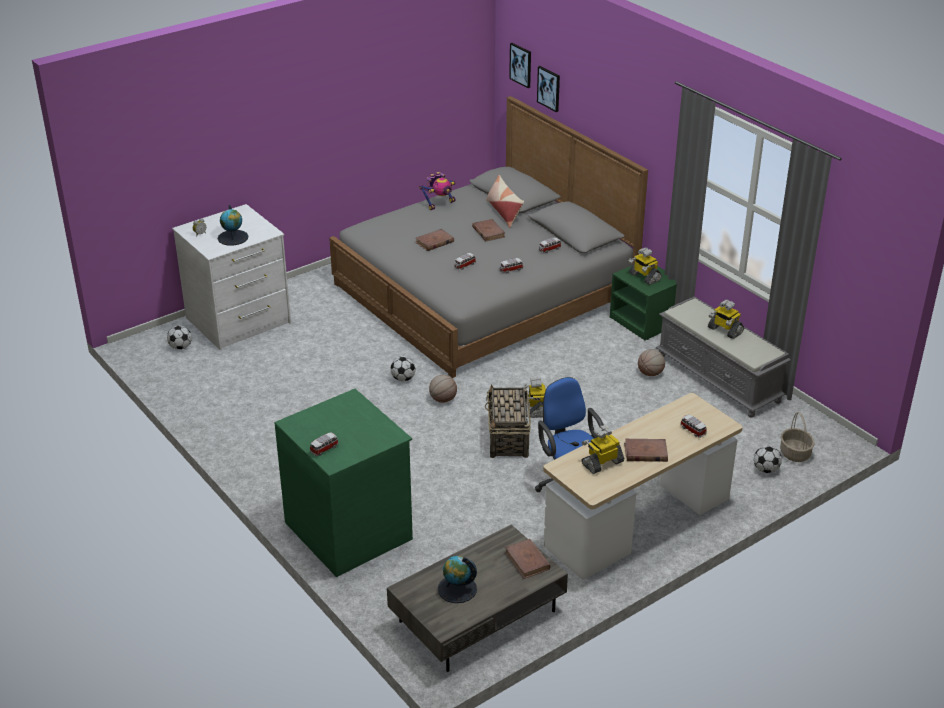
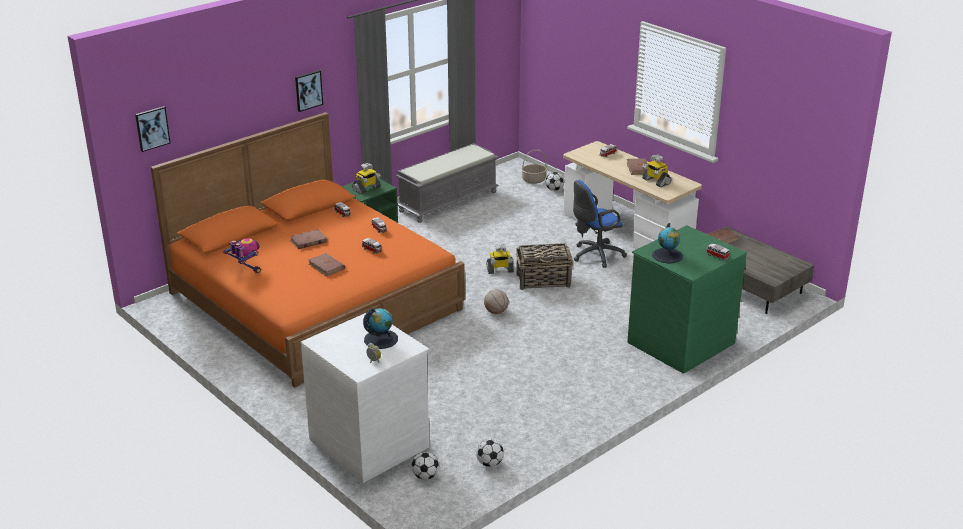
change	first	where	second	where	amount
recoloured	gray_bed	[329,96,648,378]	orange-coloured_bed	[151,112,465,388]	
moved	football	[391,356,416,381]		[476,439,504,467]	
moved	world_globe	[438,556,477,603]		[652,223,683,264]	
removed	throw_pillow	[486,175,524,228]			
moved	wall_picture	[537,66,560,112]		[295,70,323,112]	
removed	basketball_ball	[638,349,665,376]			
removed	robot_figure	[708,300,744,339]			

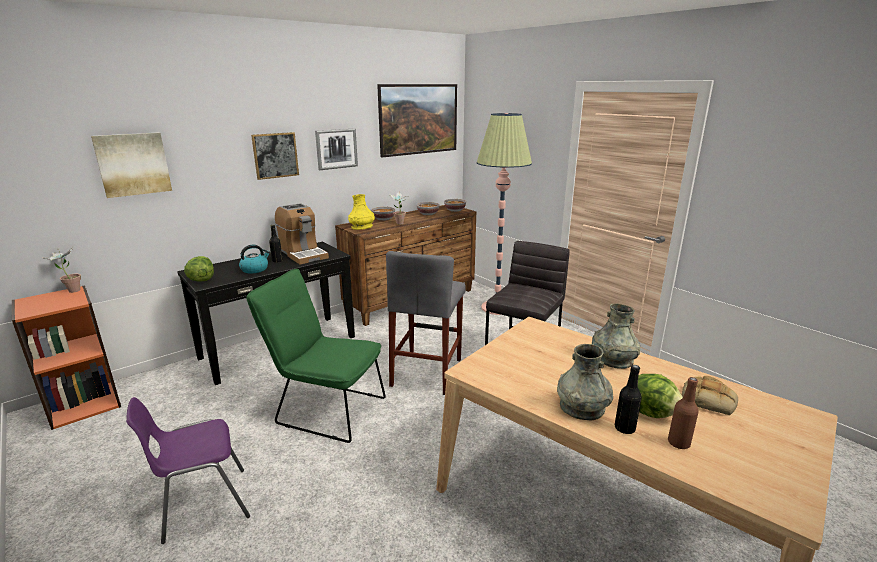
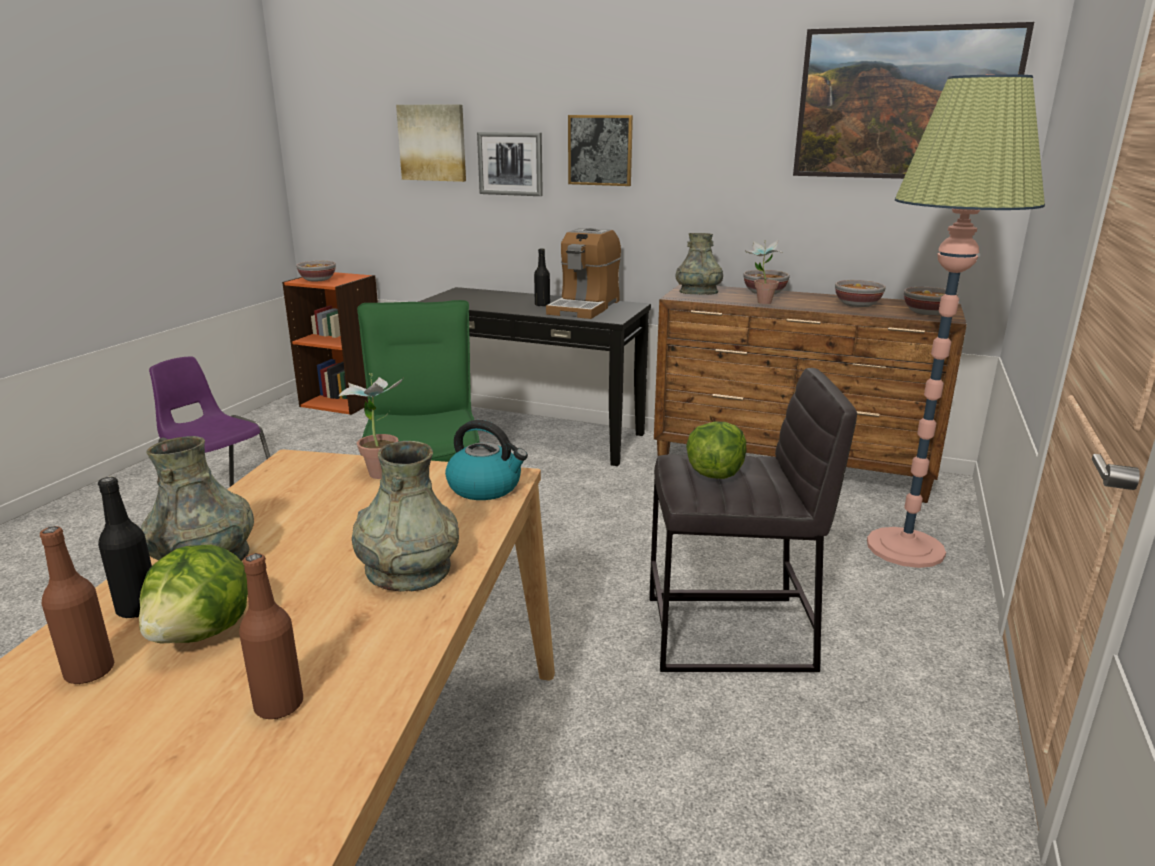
change	first	where	second	where	amount
moved	plant_in_a_pot	[41,247,81,293]		[338,373,403,479]	
moved	lettuce	[184,256,214,282]		[686,421,746,479]	
moved	kettle	[239,245,270,274]		[445,420,528,500]	
moved	wall_picture	[315,129,358,170]		[477,132,543,196]	
recoloured	yellowish_decorative_vase	[348,194,375,230]	gray_decorative_vase	[675,233,723,295]	
removed	gray_stool_seat	[386,251,466,395]			
replaced	bakery_bread	[682,376,738,415]	brown-coloured_beverage_bottle	[239,553,303,719]	
added			deep_dish	[296,261,336,281]	

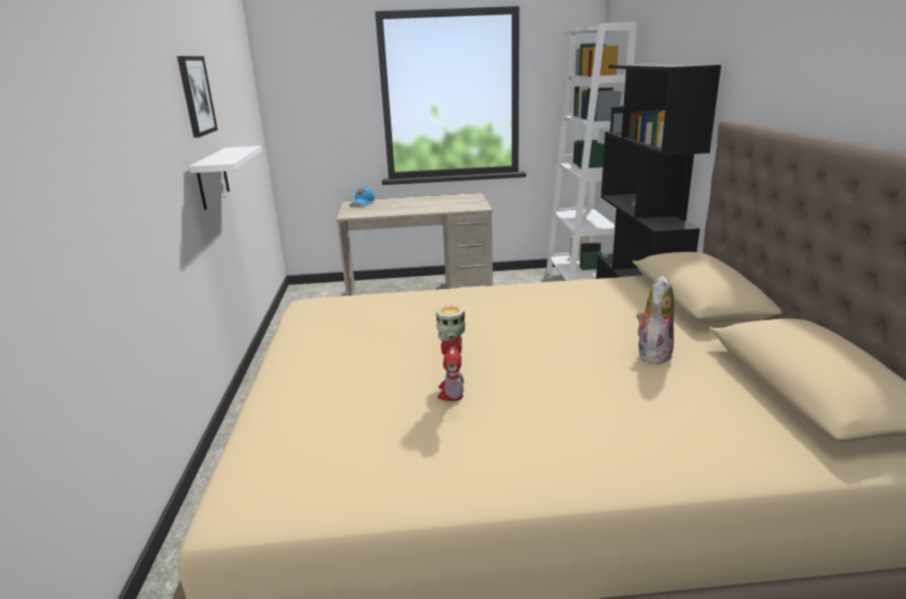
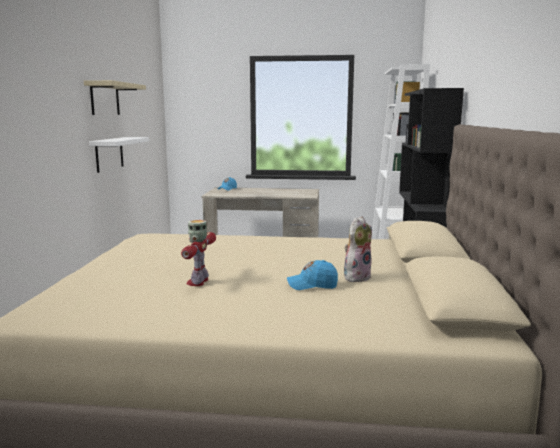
change	first	where	second	where	amount
replaced	wall_picture	[177,56,218,138]	beige_bracket_shelf	[84,80,146,115]	
added			blue-coloured_peaked_cap	[287,260,338,290]	

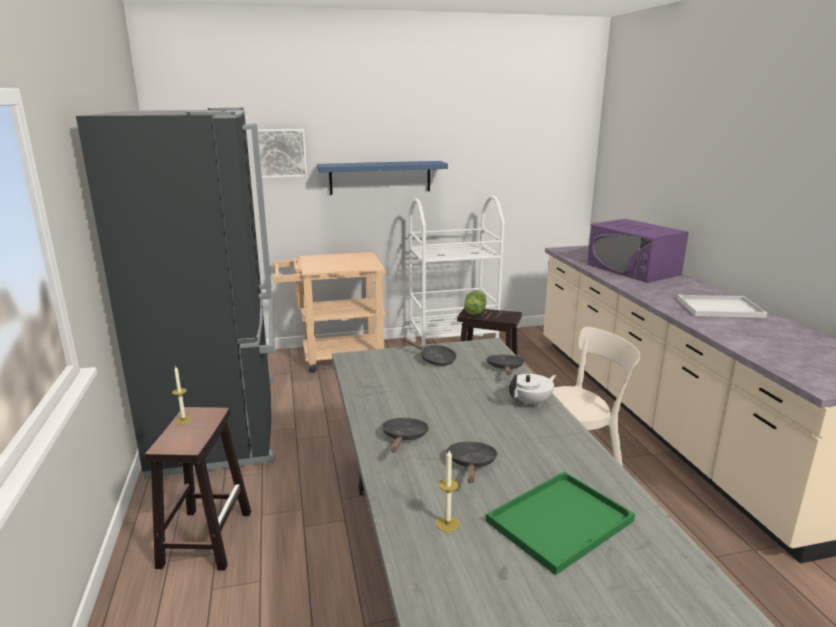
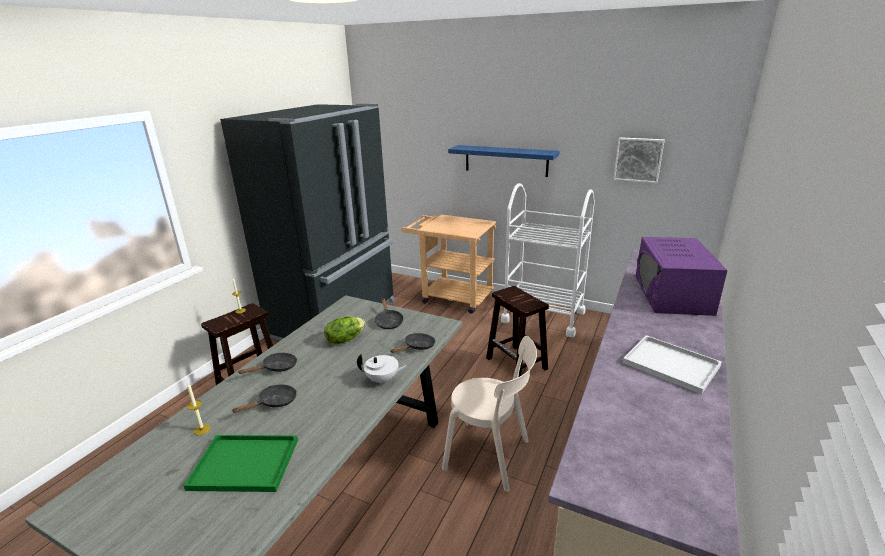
change	first	where	second	where	amount
moved	wall_picture	[258,129,307,178]		[613,137,665,183]	
moved	lettuce	[464,291,486,315]		[324,316,365,344]	

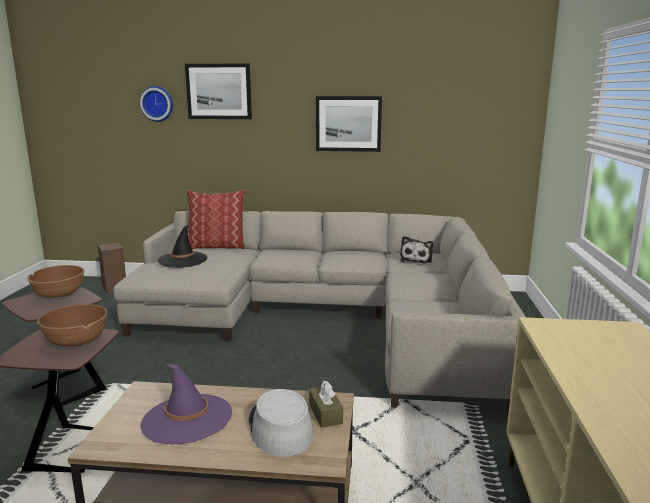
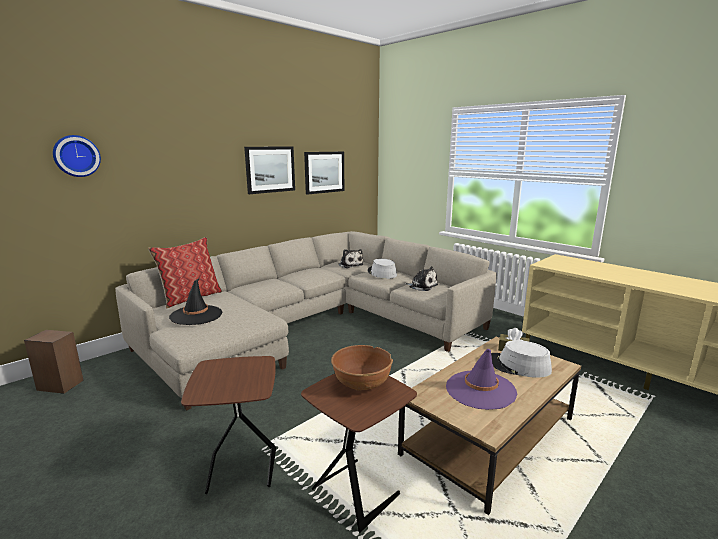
change	first	where	second	where	amount
removed	brown-coloured_deep_dish	[27,265,84,298]			
moved	wall_picture	[185,64,252,119]		[304,152,344,195]	
added			gray_hat	[368,259,397,279]	
added			plush_toy	[404,267,438,291]	

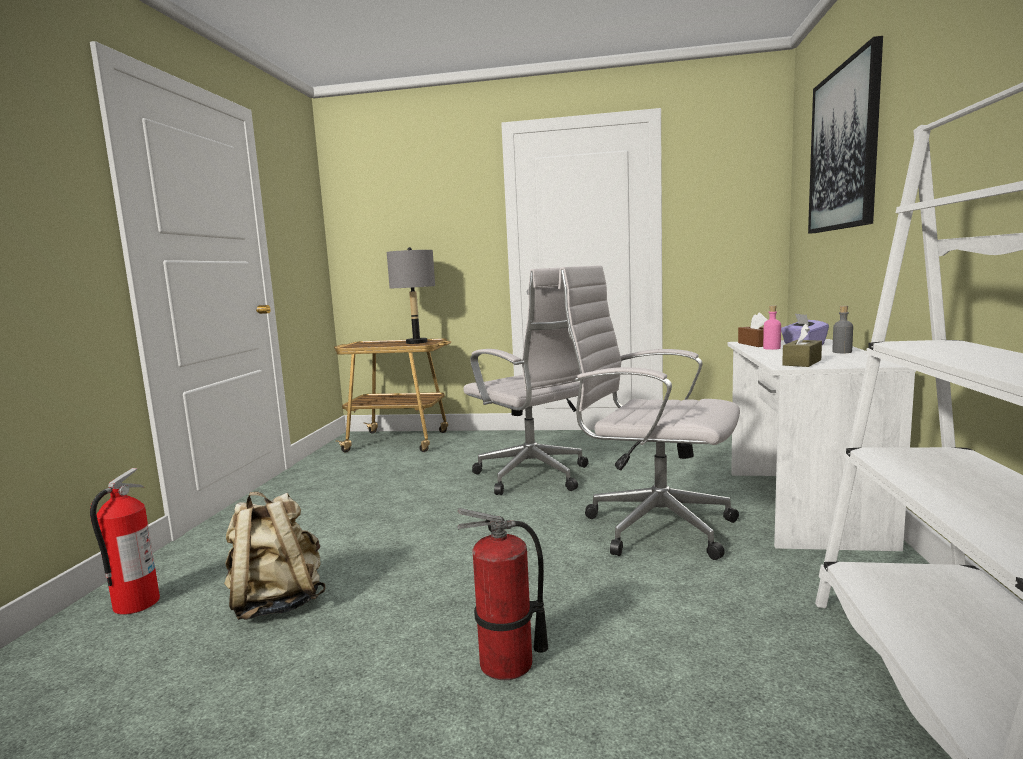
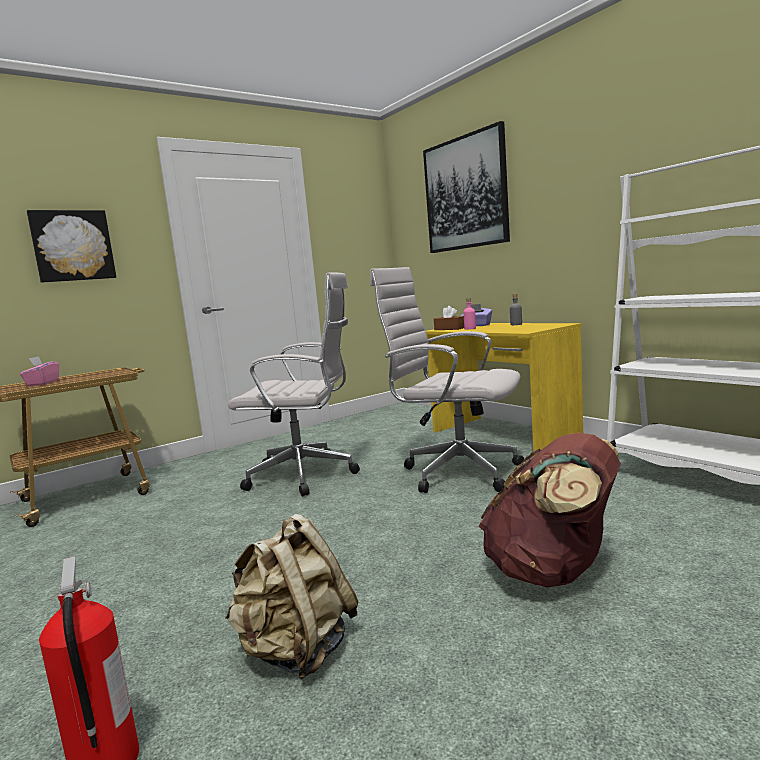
change	first	where	second	where	amount
removed	gray_tabletop_lamp	[387,247,435,344]			
replaced	fire_extinguisher	[457,508,548,680]	brown-coloured_backpack	[479,433,621,587]	
turned	whitish_office_chair	[558,266,740,560]		[370,267,524,493]	45 degrees clockwise
recoloured	whitish_desk	[727,339,916,551]	yellowish_desk	[426,323,583,456]	
removed	brown-coloured_box_of_tissues	[782,323,822,367]			
added			pink-coloured_box_of_tissues	[20,356,59,386]	
added			wall_picture	[27,210,116,283]	

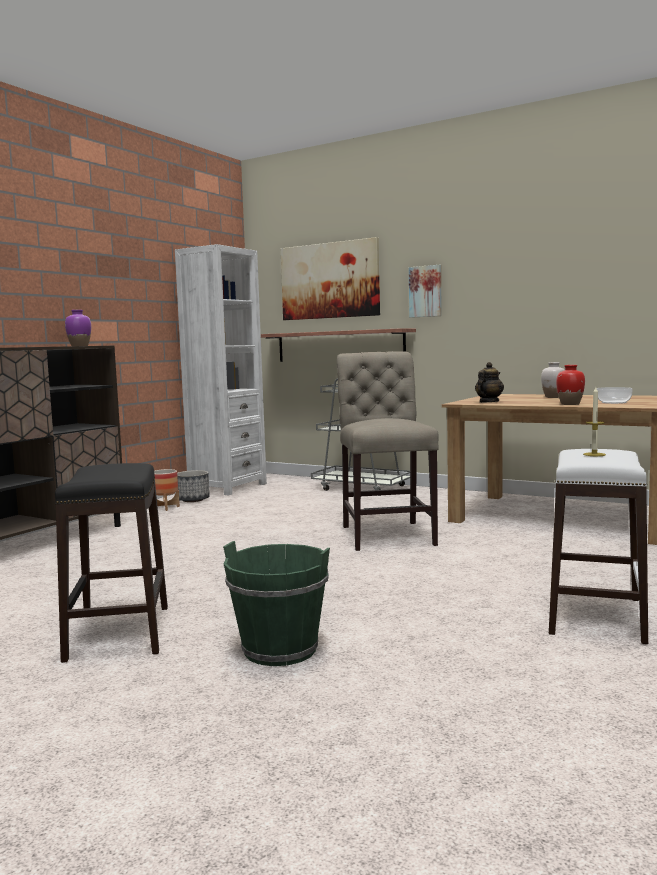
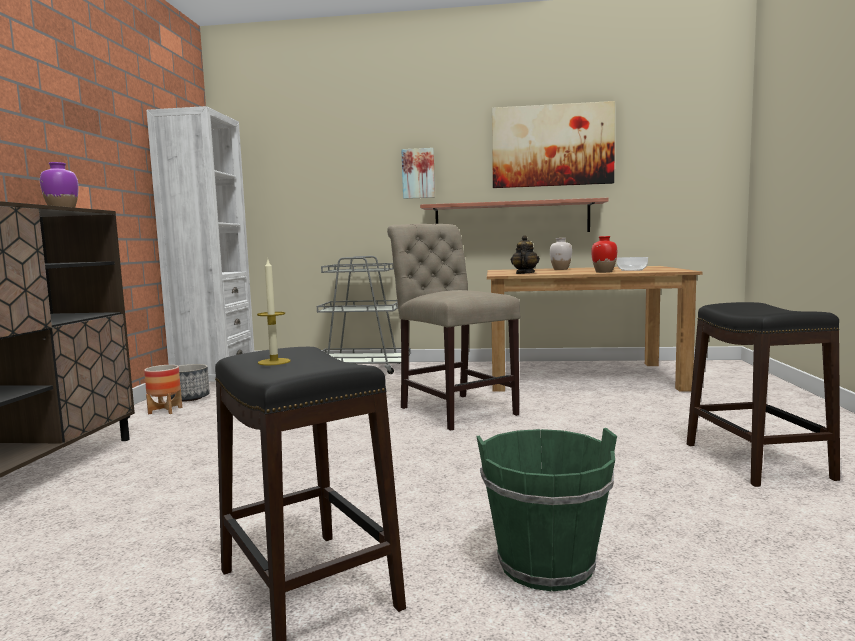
change	first	where	second	where	amount
moved	bracket_shelf	[261,328,416,362]		[420,198,609,232]	
moved	wall_picture	[281,237,380,320]		[492,101,615,188]	
recoloured	whitish_stool_seat	[549,449,648,644]	black_stool_seat	[687,302,840,487]	
moved	wax_candle	[583,387,606,456]		[257,260,291,365]	

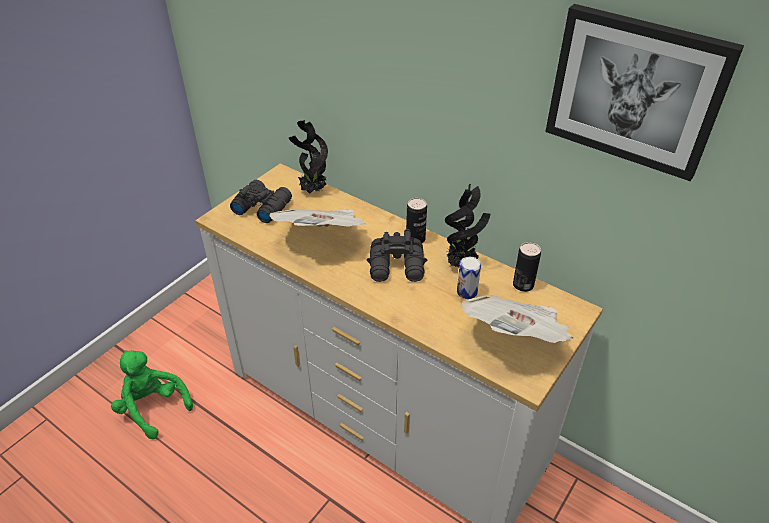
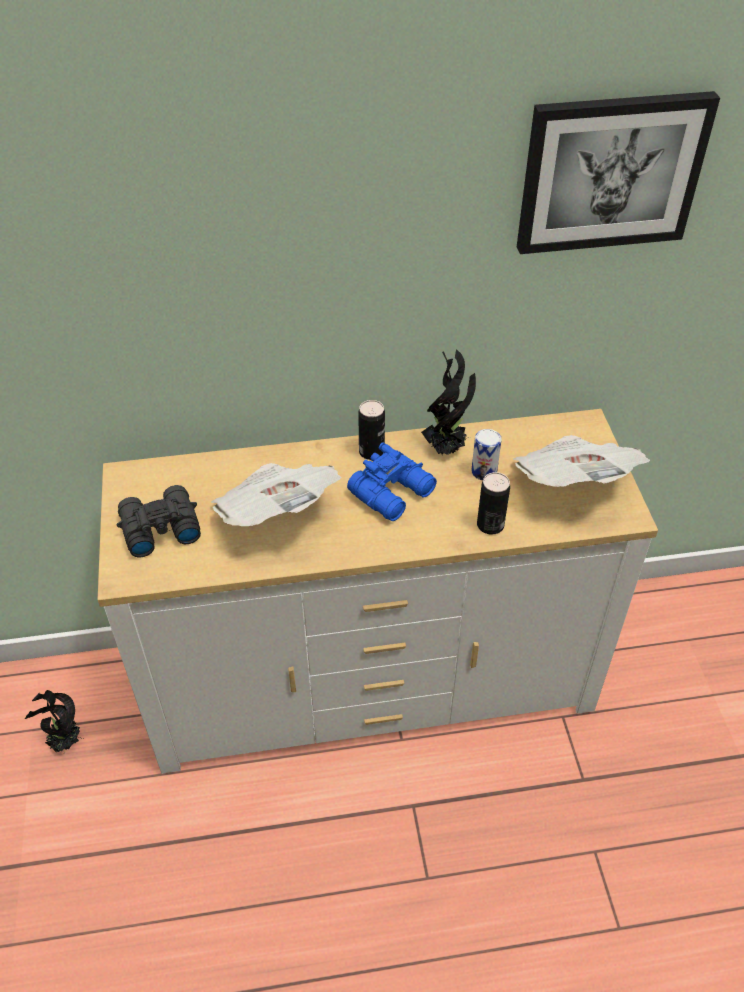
change	first	where	second	where	amount
removed	green_plush_toy	[111,350,193,439]			
moved	plant_in_a_pot	[289,120,328,194]		[25,690,83,752]	
recoloured	black_pair_of_binoculars	[367,229,427,282]	blue-coloured_pair_of_binoculars	[347,442,437,521]	
moved	sealed_can	[513,242,541,292]		[477,472,510,535]	

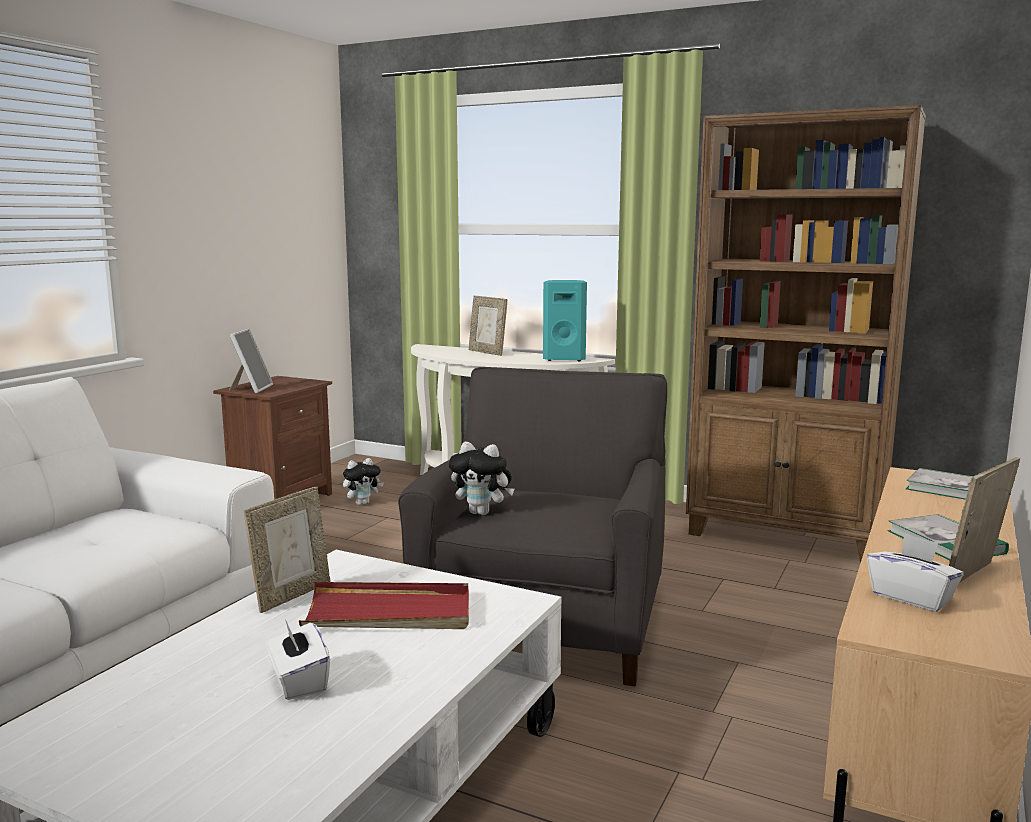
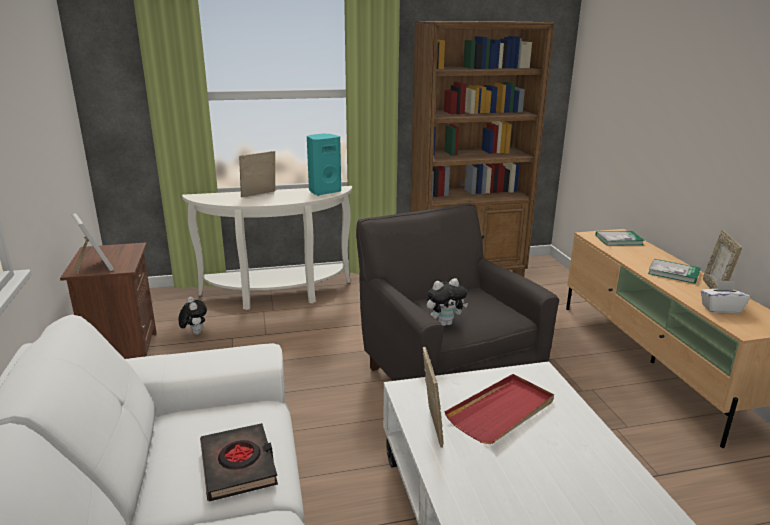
change	first	where	second	where	amount
removed	whitish_box_of_tissues	[267,619,330,700]			
turned	plush_toy	[343,458,384,505]		[179,297,207,335]	45 degrees counterclockwise
turned	standing_frame	[469,296,507,356]		[239,151,275,197]	135 degrees clockwise
added			black_volume	[200,423,278,501]	

